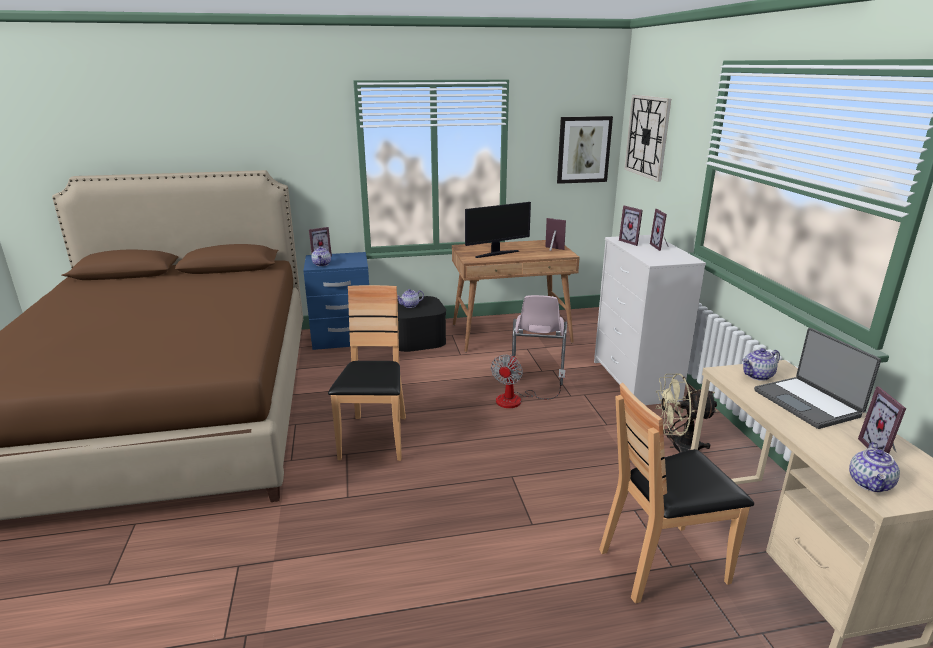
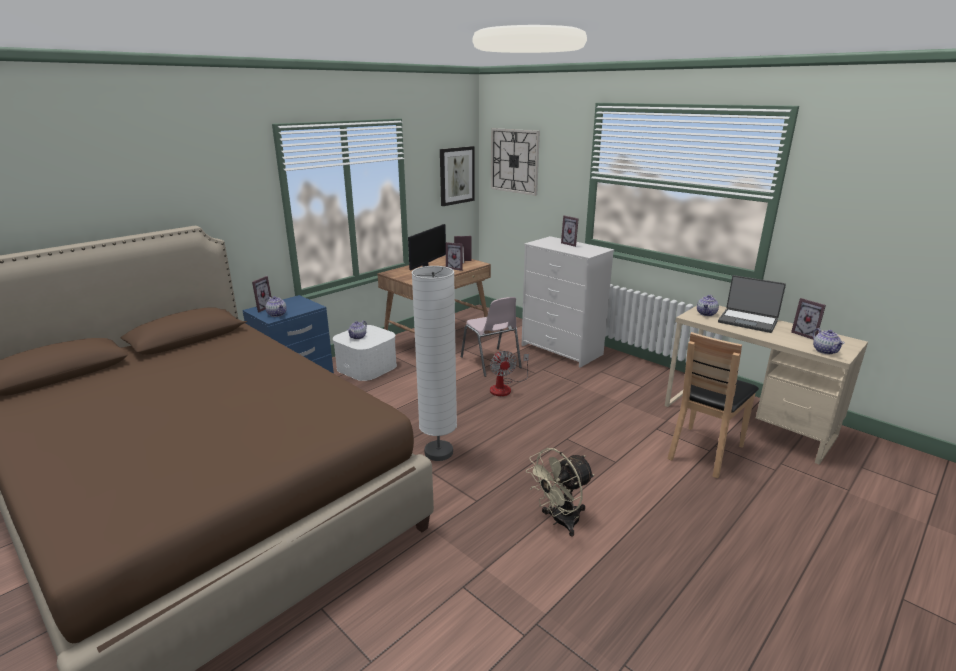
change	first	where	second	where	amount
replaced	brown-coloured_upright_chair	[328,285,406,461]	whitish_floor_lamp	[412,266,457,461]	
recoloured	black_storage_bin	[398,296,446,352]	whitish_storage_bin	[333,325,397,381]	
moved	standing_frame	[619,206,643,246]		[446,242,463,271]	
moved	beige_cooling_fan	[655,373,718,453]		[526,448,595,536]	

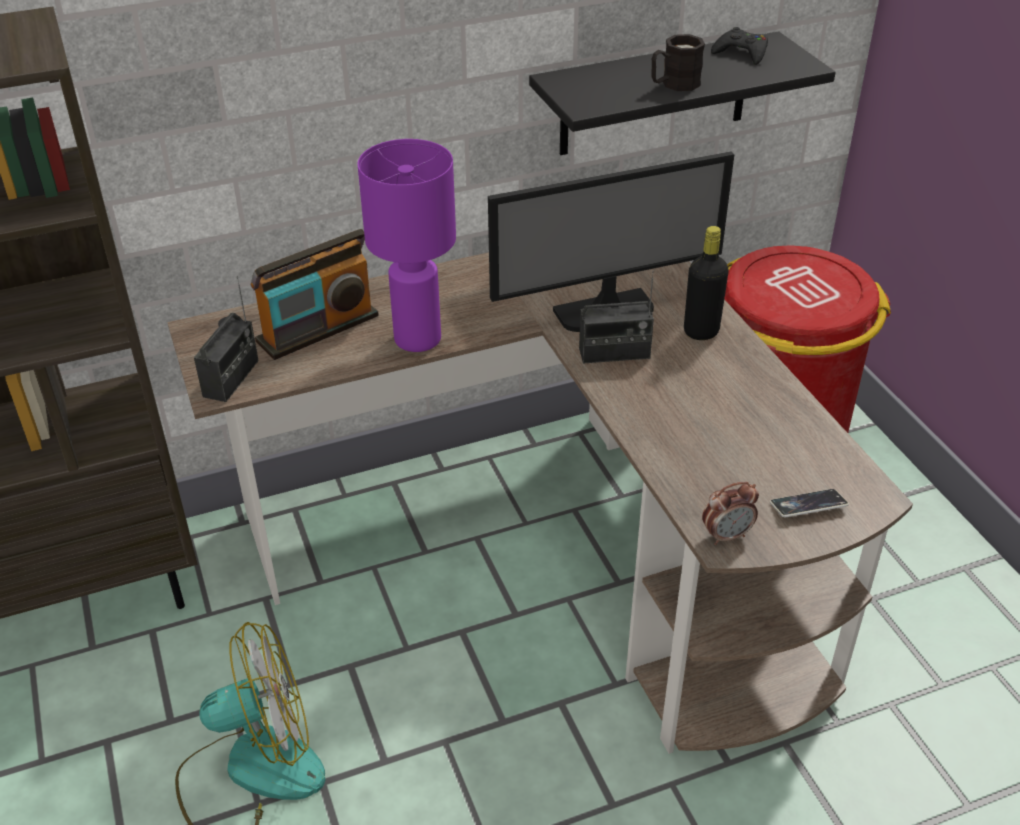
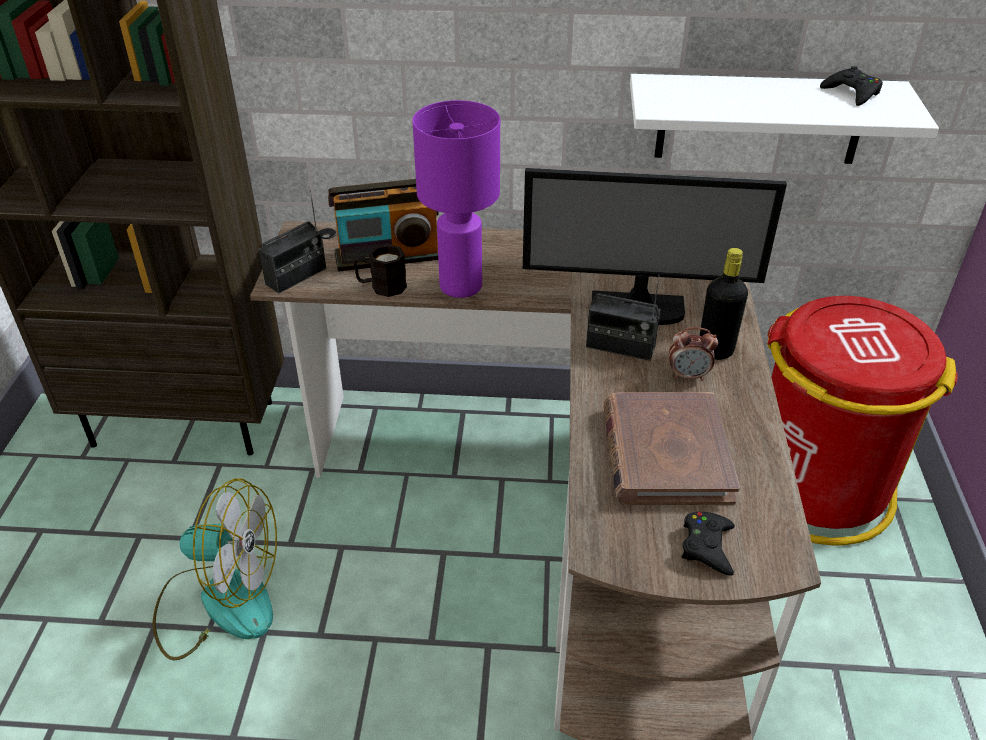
change	first	where	second	where	amount
recoloured	black_bracket_shelf	[529,31,836,155]	whitish_bracket_shelf	[630,74,939,164]	
moved	black_mug	[651,34,705,91]		[353,244,407,297]	
moved	table_clock	[702,482,759,545]		[669,327,718,381]	
replaced	phone	[770,489,849,517]	black_game_controller	[682,512,735,575]	
added			brown-coloured_volume	[604,392,740,505]	

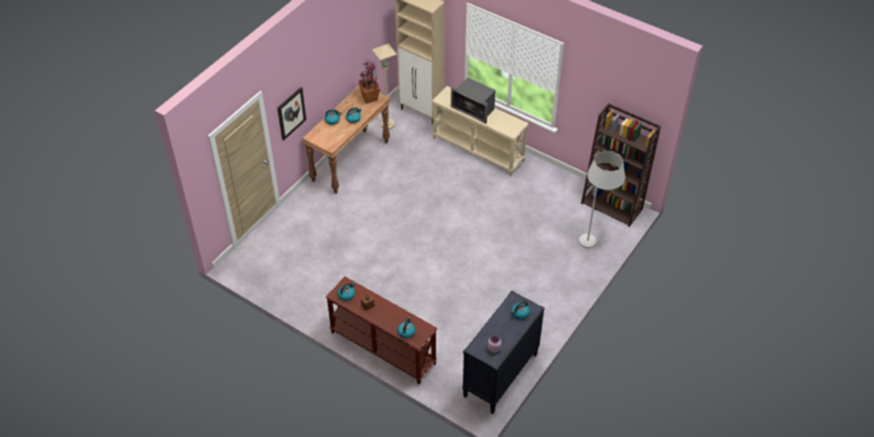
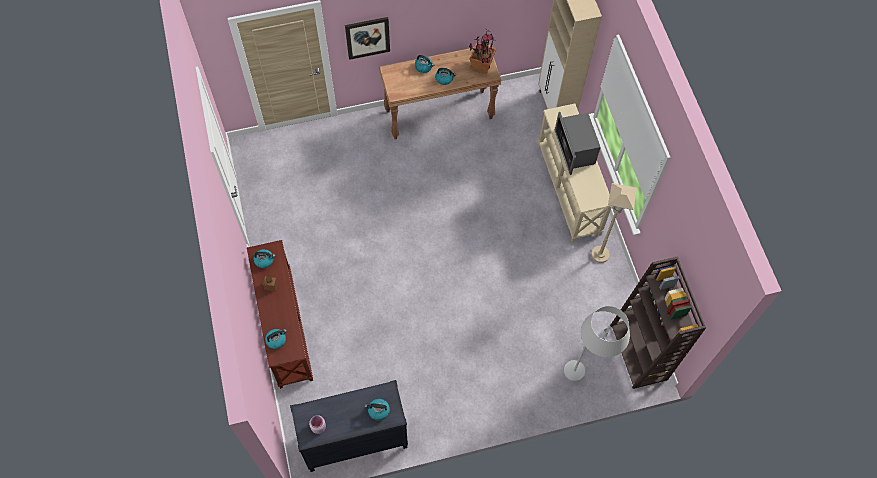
change	first	where	second	where	amount
moved	beige_floor_lamp	[372,44,397,130]		[591,183,637,263]	

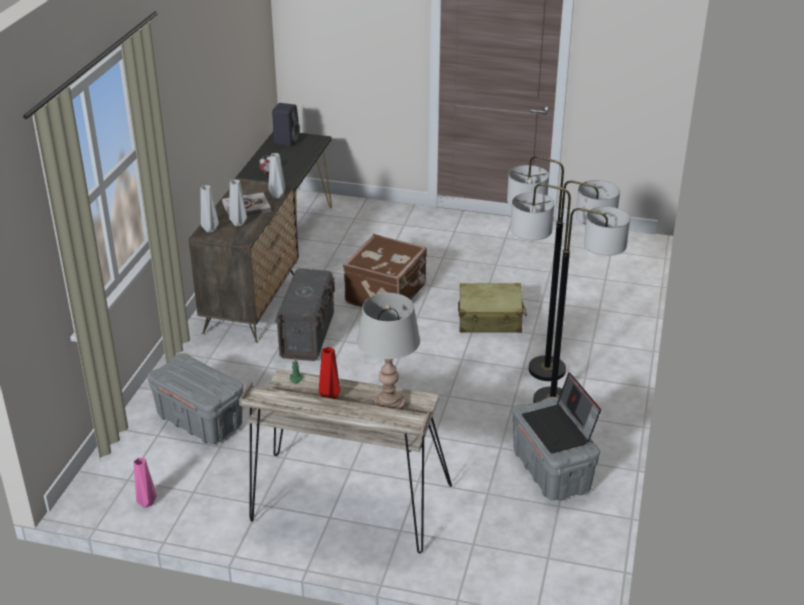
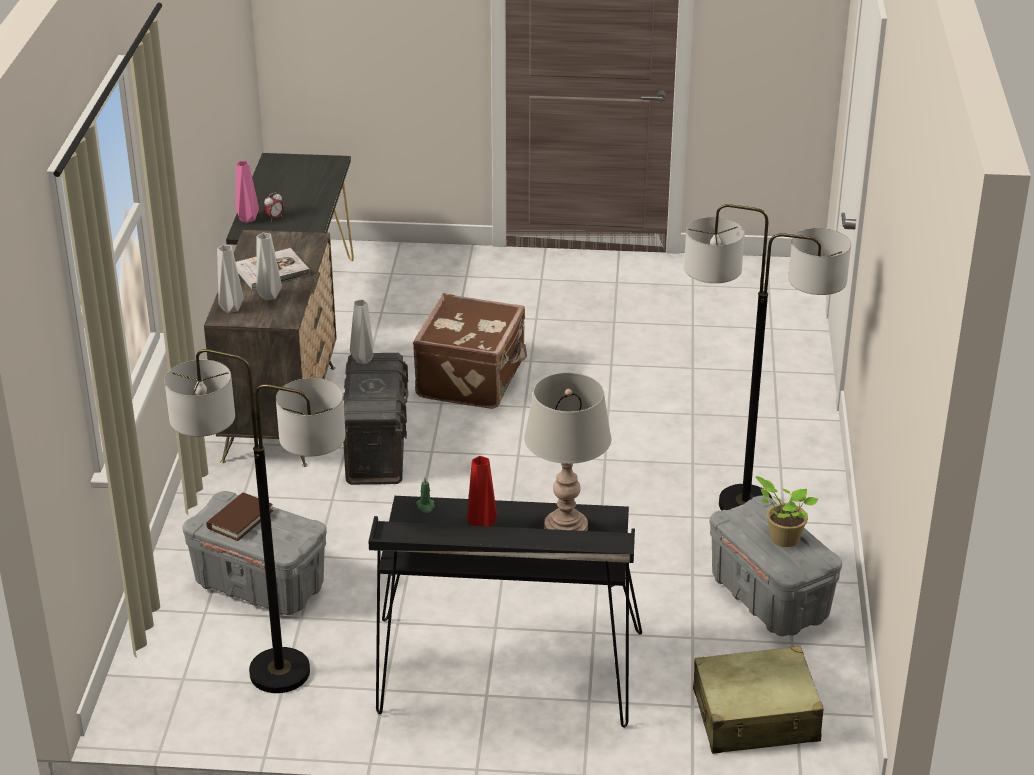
change	first	where	second	where	amount
moved	pink-coloured_decorative_vase	[134,458,157,508]		[236,161,259,223]	
recoloured	beige_desk	[239,369,452,554]	black_desk	[368,496,642,727]	
moved	gray_decorative_vase	[268,153,285,198]		[350,300,374,364]	
removed	black_loudspeaker	[272,103,300,146]			
moved	beige_piece_of_luggage	[458,283,527,333]		[693,646,824,754]	
moved	floor_lamp	[507,156,620,381]		[165,349,346,693]	
replaced	laptop	[522,372,601,453]	plant_in_a_pot	[755,476,818,547]	
added			brown-coloured_volume	[206,493,273,541]	

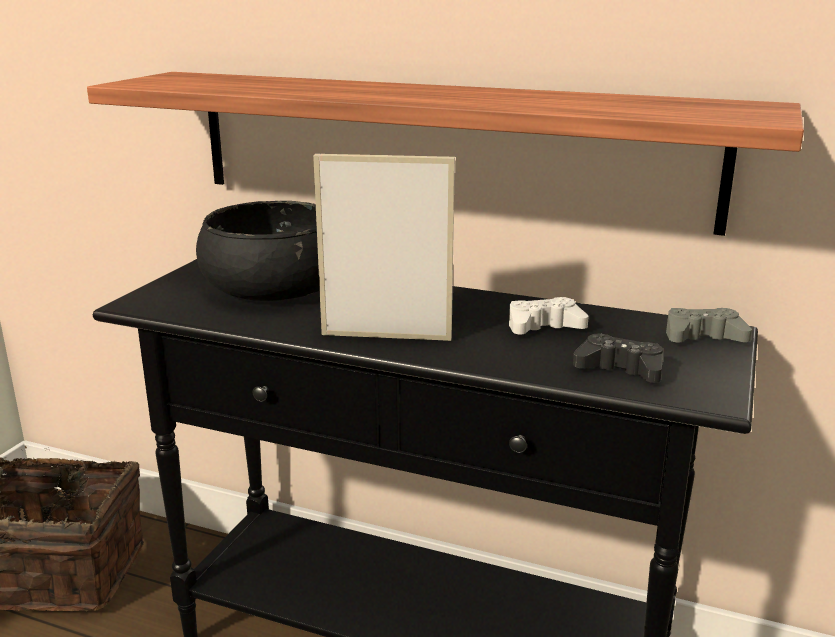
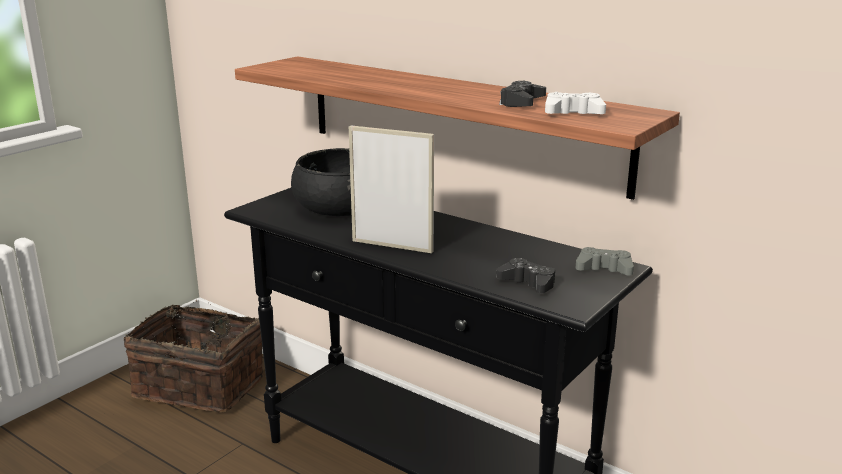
change	first	where	second	where	amount
moved	whitish_game_controller	[509,297,589,334]		[545,92,606,114]	
added			black_game_controller	[499,81,546,107]	

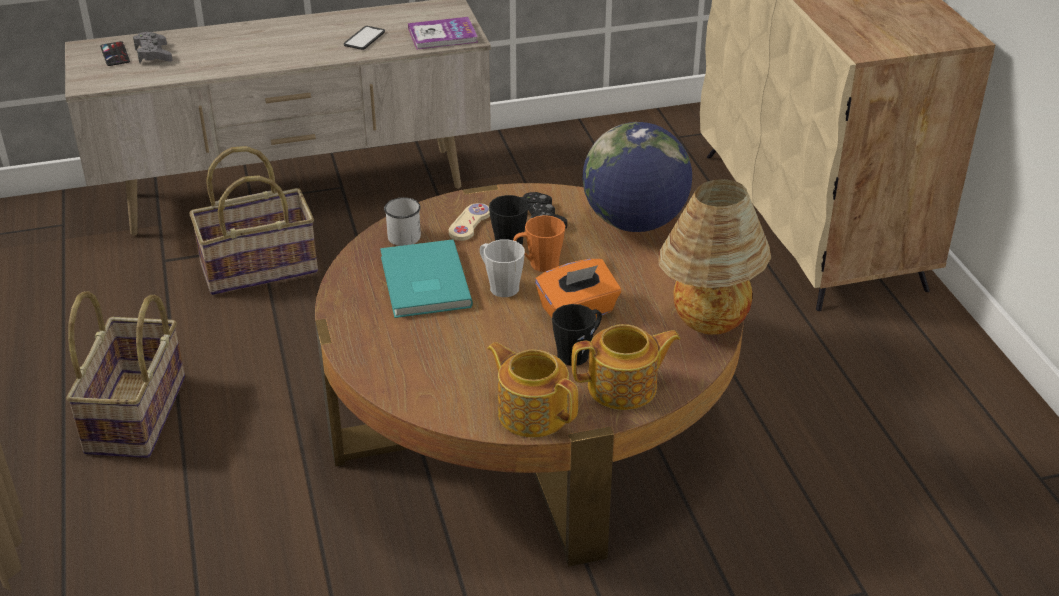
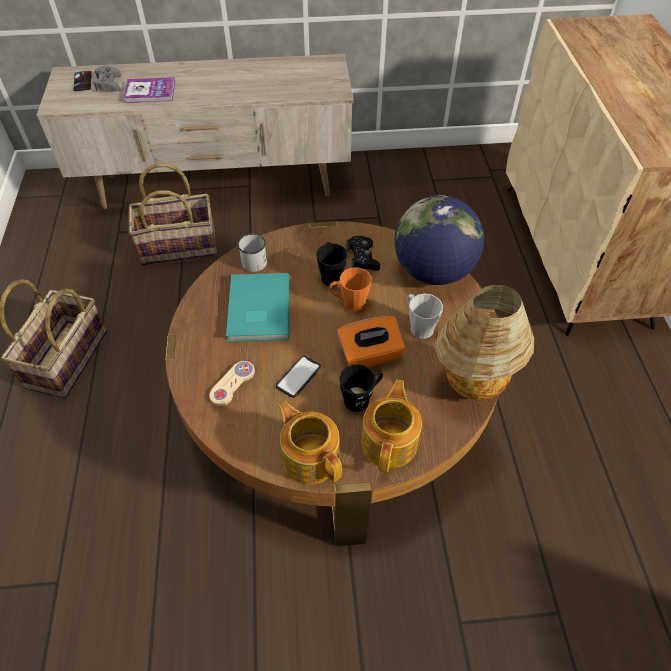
change	first	where	second	where	amount
moved	phone	[344,26,385,50]		[276,355,321,398]	
moved	volume	[408,17,478,49]		[123,77,175,103]	
moved	beige_game_controller	[449,203,490,241]		[209,361,255,406]	
moved	gray_mug	[480,239,525,297]		[406,294,443,339]	
turned	tea_pot	[571,324,681,410]		[361,379,422,473]	75 degrees counterclockwise

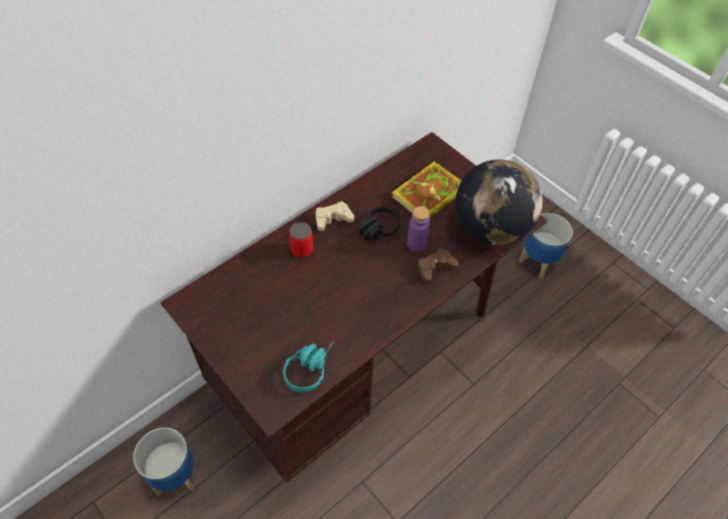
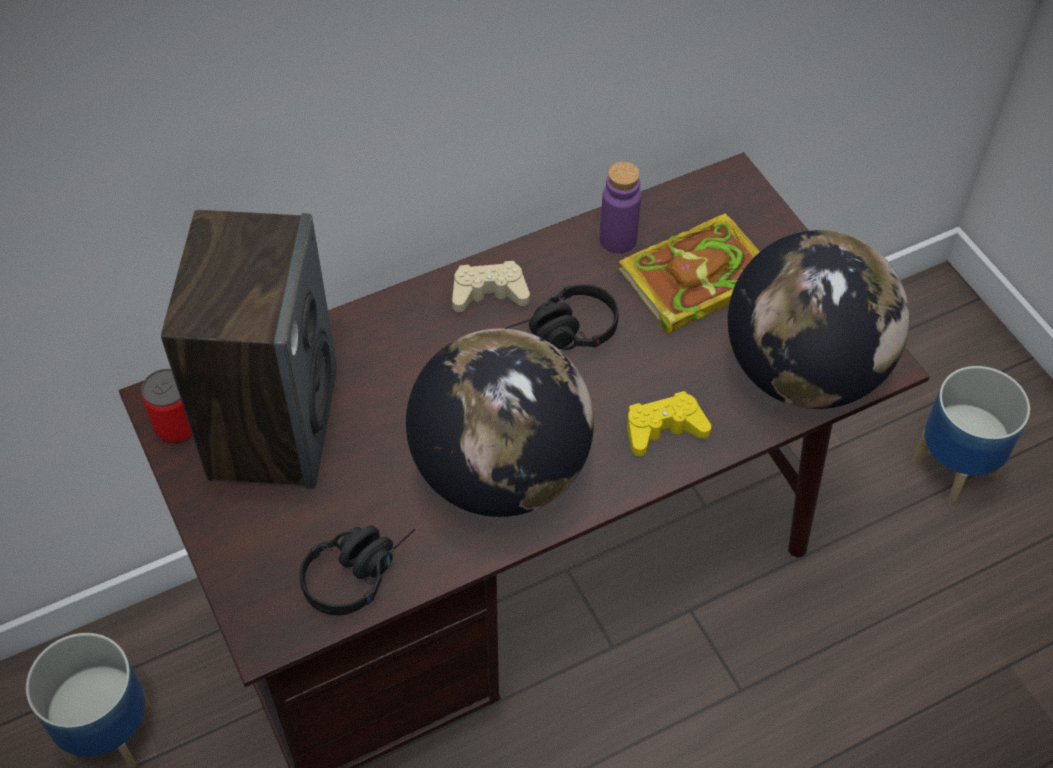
change	first	where	second	where	amount
recoloured	blue-green_pair_of_headphones	[283,341,334,393]	black_pair_of_headphones	[300,525,415,615]	
moved	sealed_can	[289,222,313,258]		[141,369,193,443]	
moved	purple_beverage_bottle	[407,206,430,252]		[600,161,641,253]	
recoloured	brown-coloured_game_controller	[417,248,459,284]	yellowish_game_controller	[627,391,711,456]	
added			loudspeaker	[161,210,337,489]	
added			world_globe	[406,329,594,517]	

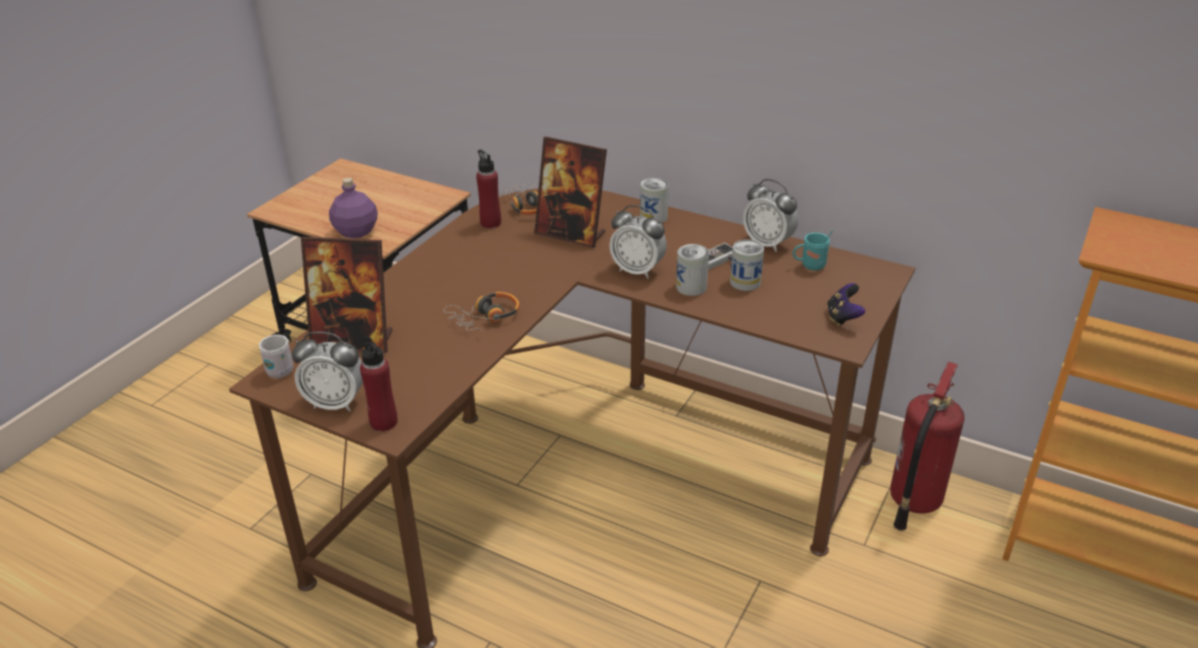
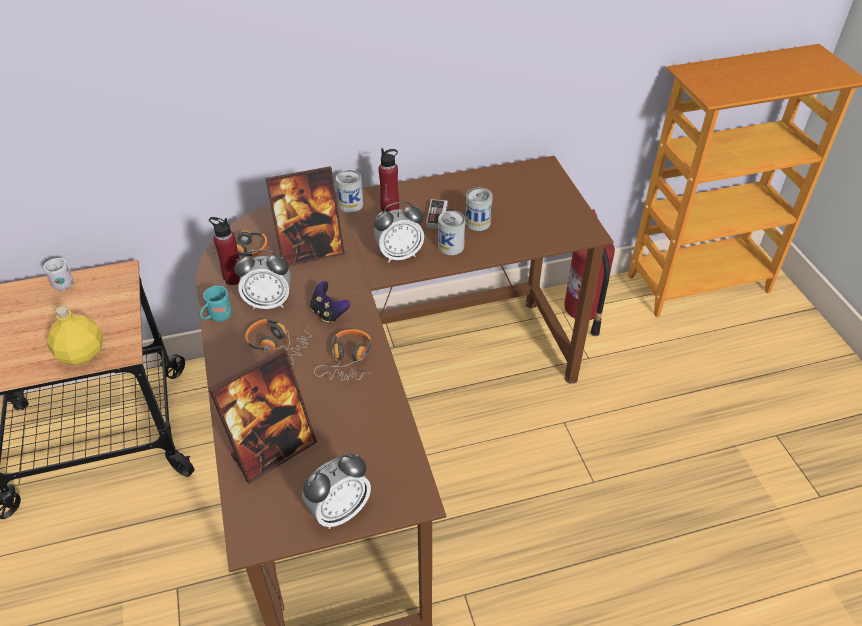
change	first	where	second	where	amount
moved	whitish_mug	[259,335,293,378]		[43,258,73,290]	
recoloured	purple_beverage_bottle	[329,178,378,238]	yellowish_beverage_bottle	[46,306,103,366]	
moved	red-coloured_beverage_bottle	[360,336,398,431]		[378,148,399,212]	
moved	table_clock	[743,179,798,252]		[234,250,291,309]	
moved	blue-green_mug	[793,231,833,270]		[200,280,232,322]	
moved	game_controller	[827,283,865,326]		[310,281,350,323]	
added			pair_of_headphones	[245,319,312,365]	

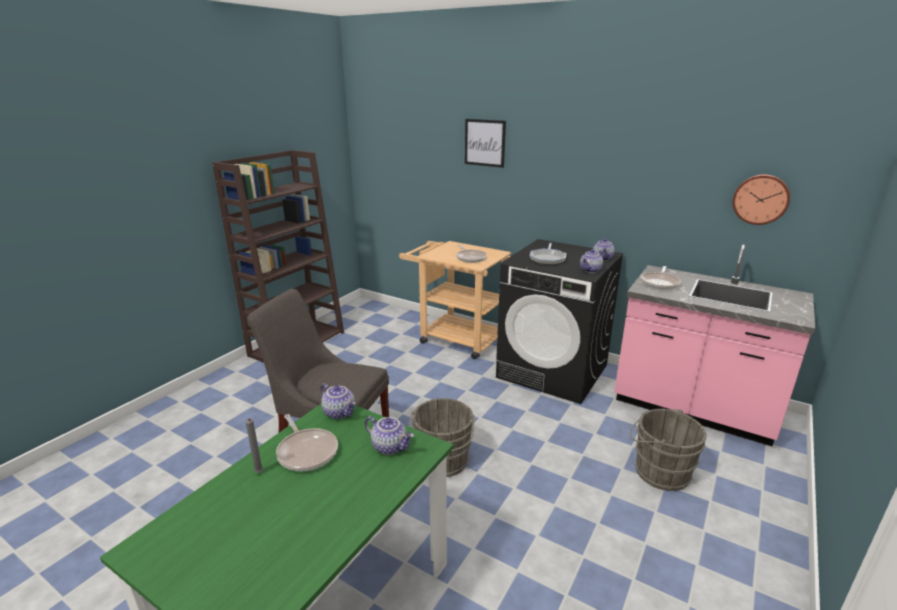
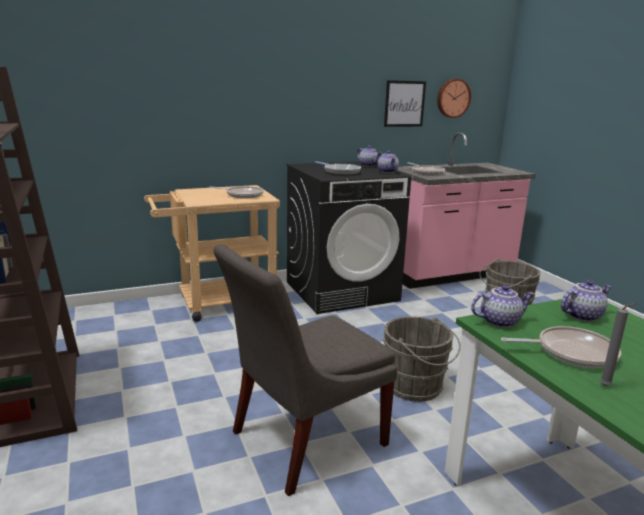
change	first	where	second	where	amount
moved	wall_picture	[465,119,506,168]		[384,80,426,127]	

